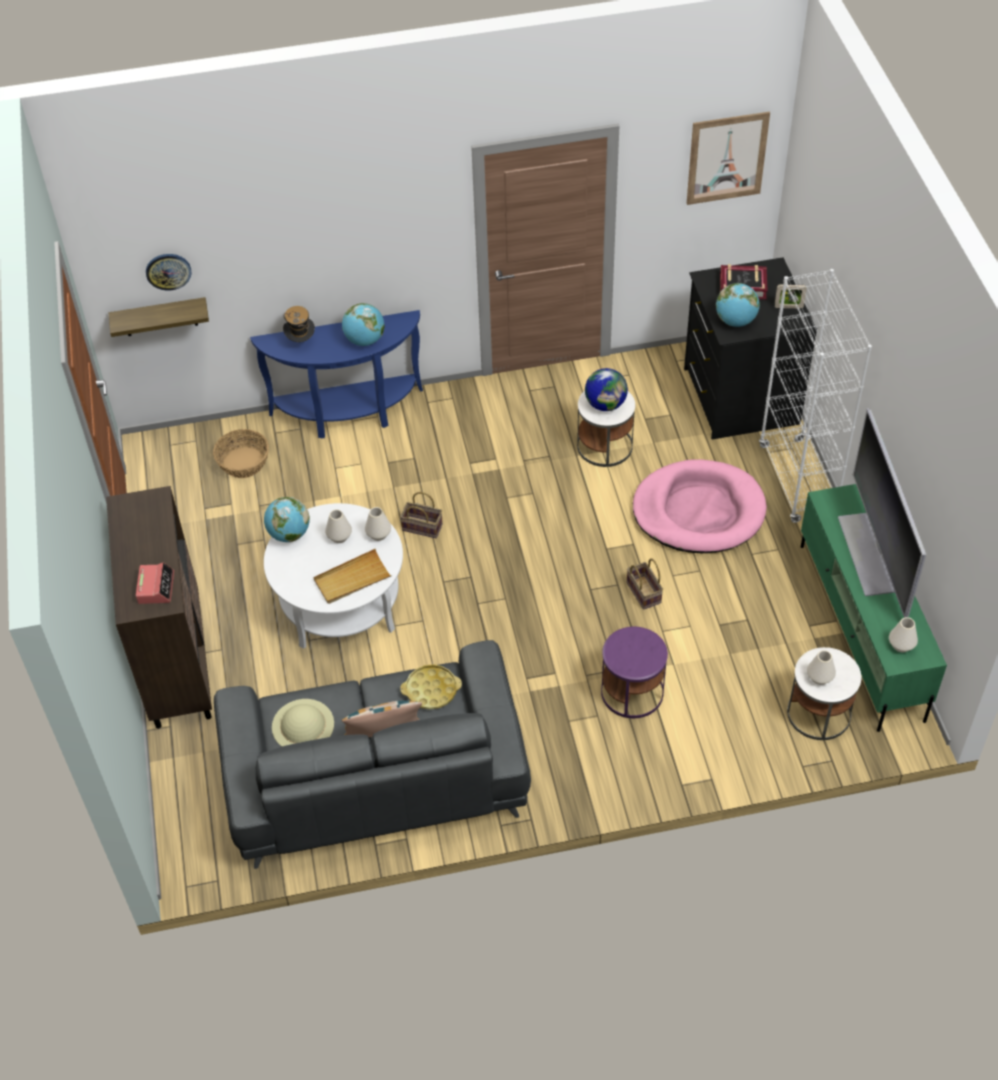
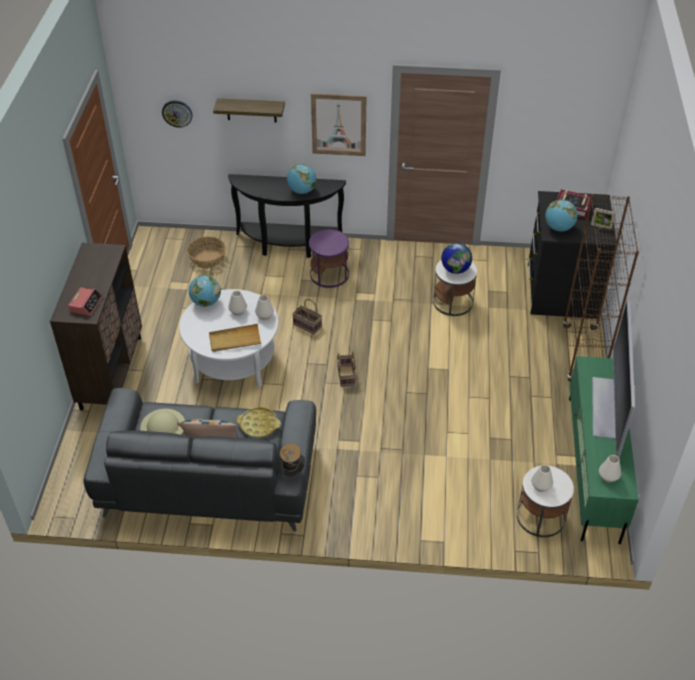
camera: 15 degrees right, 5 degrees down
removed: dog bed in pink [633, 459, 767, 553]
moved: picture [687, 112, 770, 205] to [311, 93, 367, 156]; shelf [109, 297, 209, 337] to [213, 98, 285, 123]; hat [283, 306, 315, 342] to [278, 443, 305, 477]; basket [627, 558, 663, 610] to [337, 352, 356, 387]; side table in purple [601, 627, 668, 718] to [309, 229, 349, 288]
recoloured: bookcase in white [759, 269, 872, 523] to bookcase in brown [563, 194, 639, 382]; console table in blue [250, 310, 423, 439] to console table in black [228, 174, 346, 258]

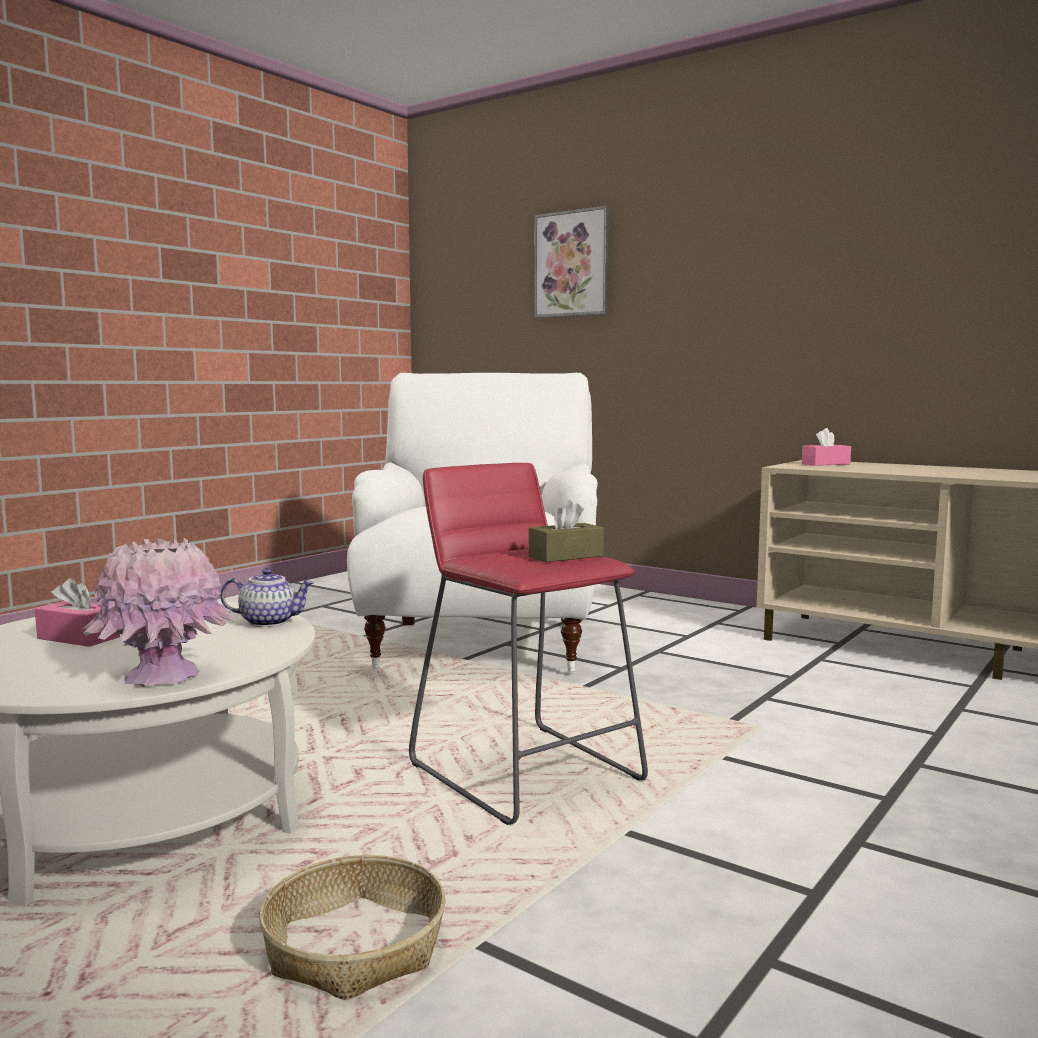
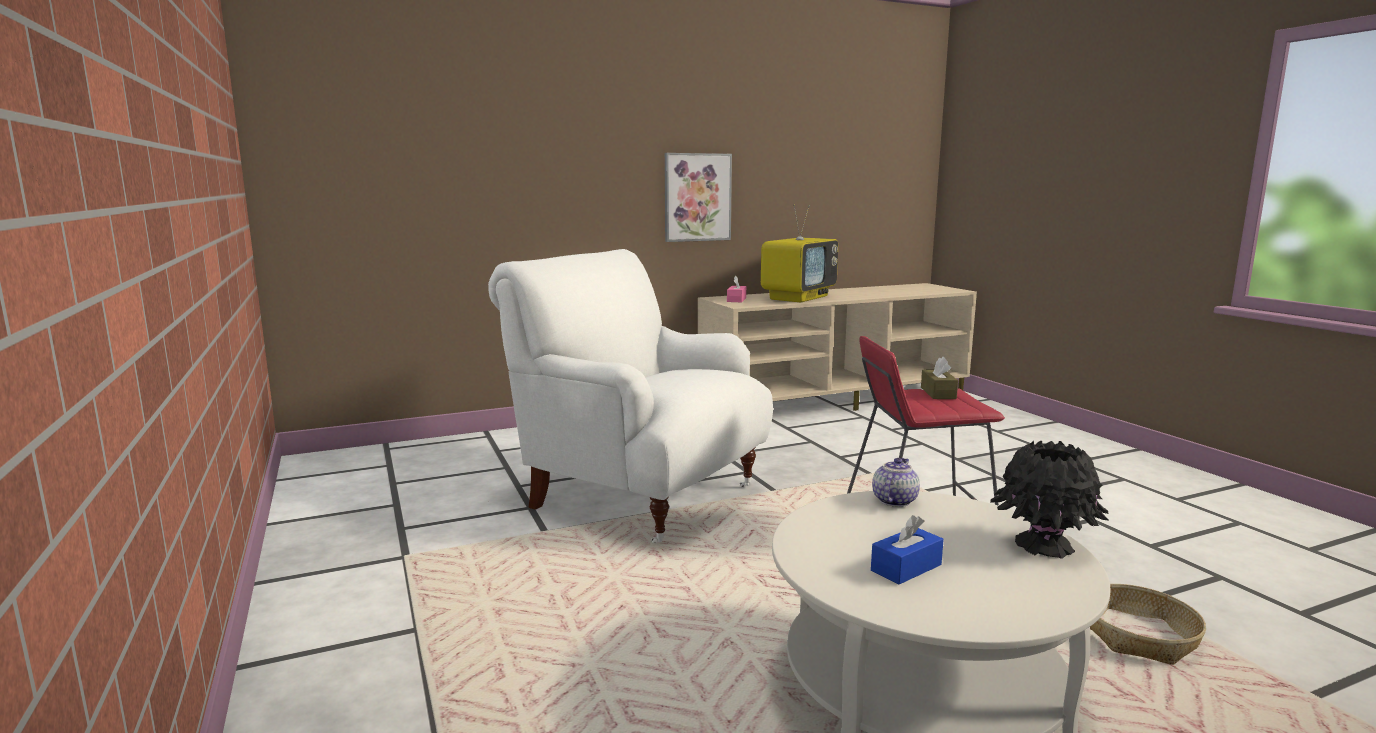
camera: 60 degrees left, 5 degrees up
added: television [761, 205, 838, 302]
moved: picture [535, 206, 609, 318] to [665, 153, 732, 242]
recoloured: vase in pink [83, 538, 235, 687] to vase in black [990, 440, 1109, 559]; tissue box in pink [35, 578, 120, 647] to tissue box in blue [871, 515, 944, 584]

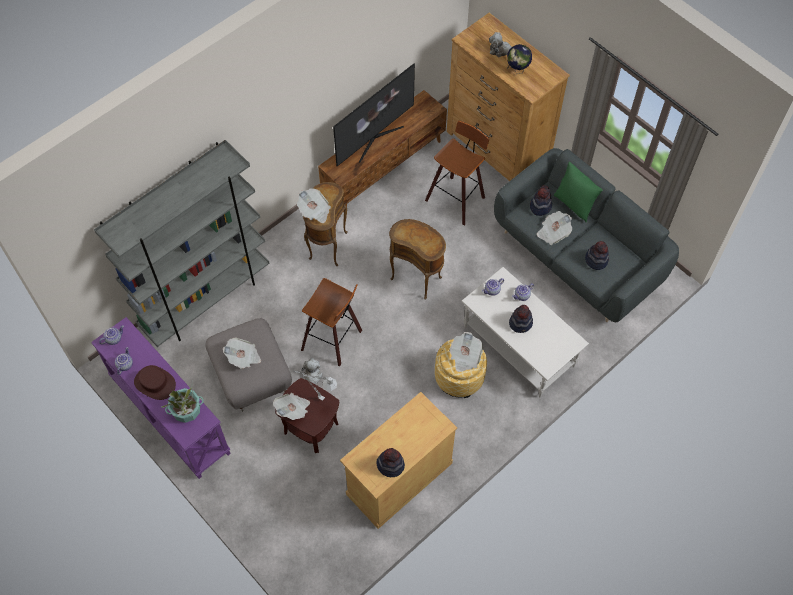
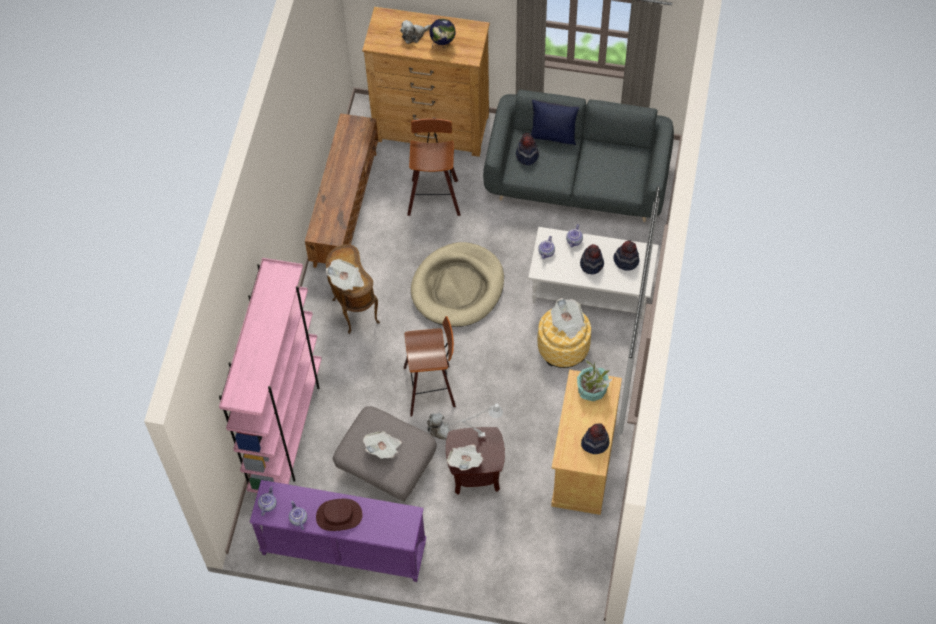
camera: 35 degrees left, 0 degrees up
removed: television [333, 64, 415, 166]; newspaper [537, 211, 572, 245]
moved: hat [585, 241, 609, 270] to [613, 240, 639, 271]; potted plant [161, 387, 204, 423] to [577, 359, 613, 401]
replaced: side table in brown [389, 219, 446, 300] to dog bed in beige [411, 242, 504, 327]
recoloured: bookcase in grey [94, 140, 270, 347] to bookcase in pink [219, 258, 322, 493]; pillow in green [554, 162, 603, 222] to pillow in blue [531, 100, 579, 145]

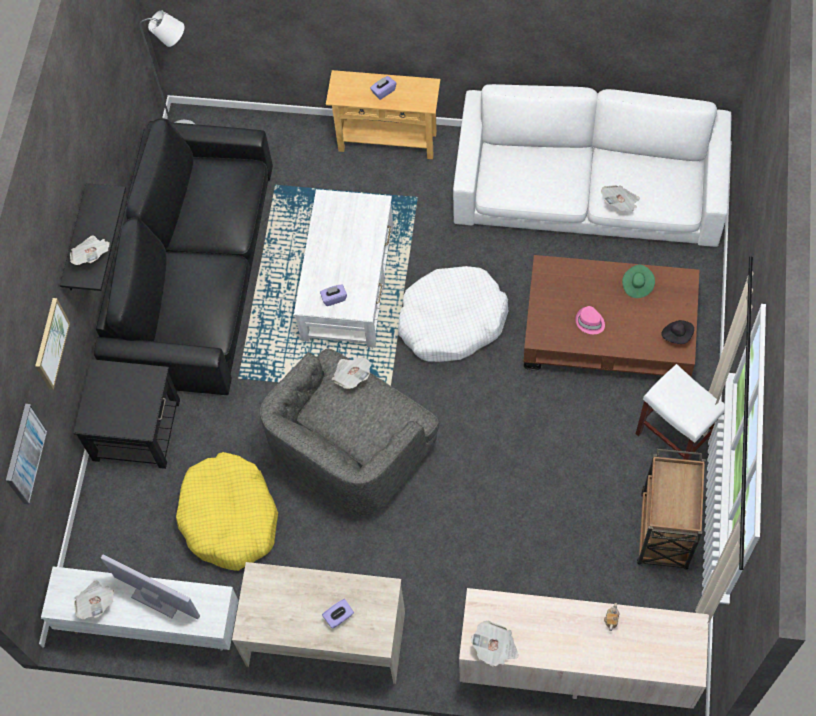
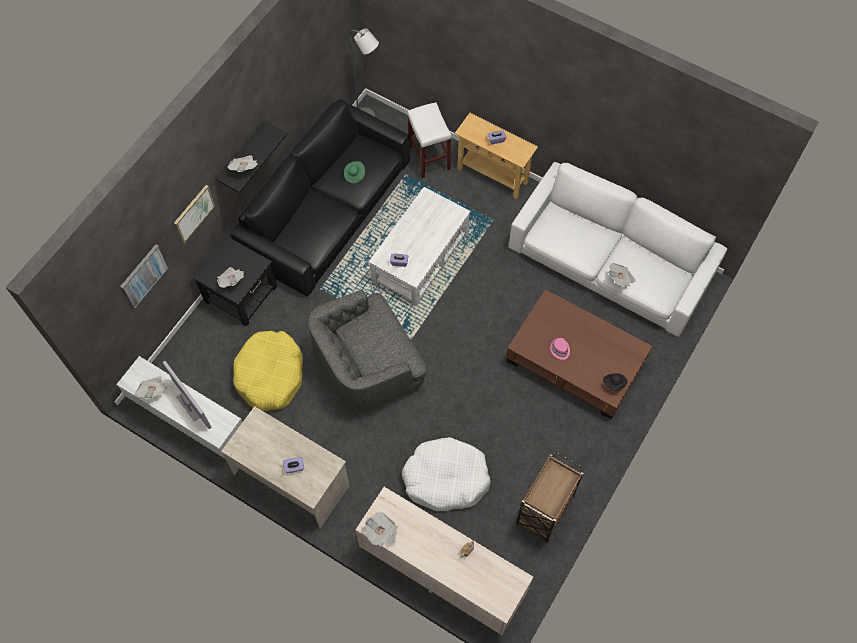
camera: 20 degrees right, 0 degrees up
moved: hat in green [622, 265, 655, 298] to [344, 161, 365, 183]; dog bed in white [398, 266, 508, 362] to [402, 437, 491, 511]; newspaper [332, 357, 372, 389] to [217, 267, 244, 288]; stool in white [636, 364, 725, 460] to [407, 102, 452, 178]

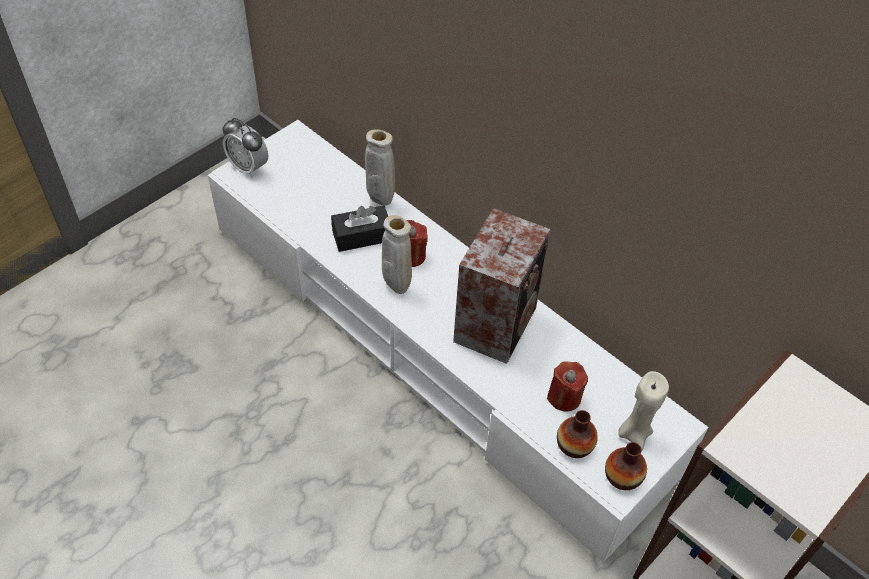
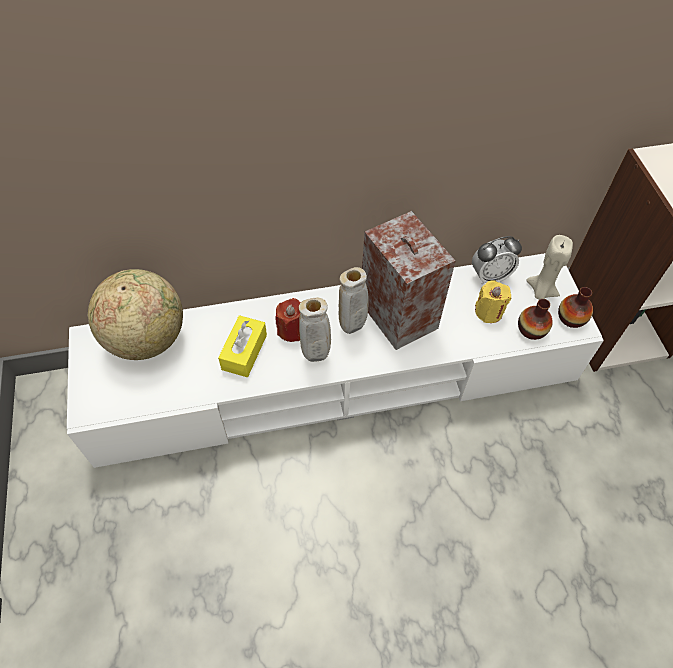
camera: 55 degrees left, 5 degrees up
added: globe [88, 269, 183, 360]
moved: alarm clock [222, 118, 268, 178] to [472, 236, 522, 285]; vase in beige [365, 129, 395, 206] to [339, 267, 369, 334]
recoloured: tissue box in black [331, 205, 388, 252] to tissue box in yellow [218, 315, 267, 377]; candle in red [547, 361, 588, 412] to candle in yellow [475, 280, 511, 323]

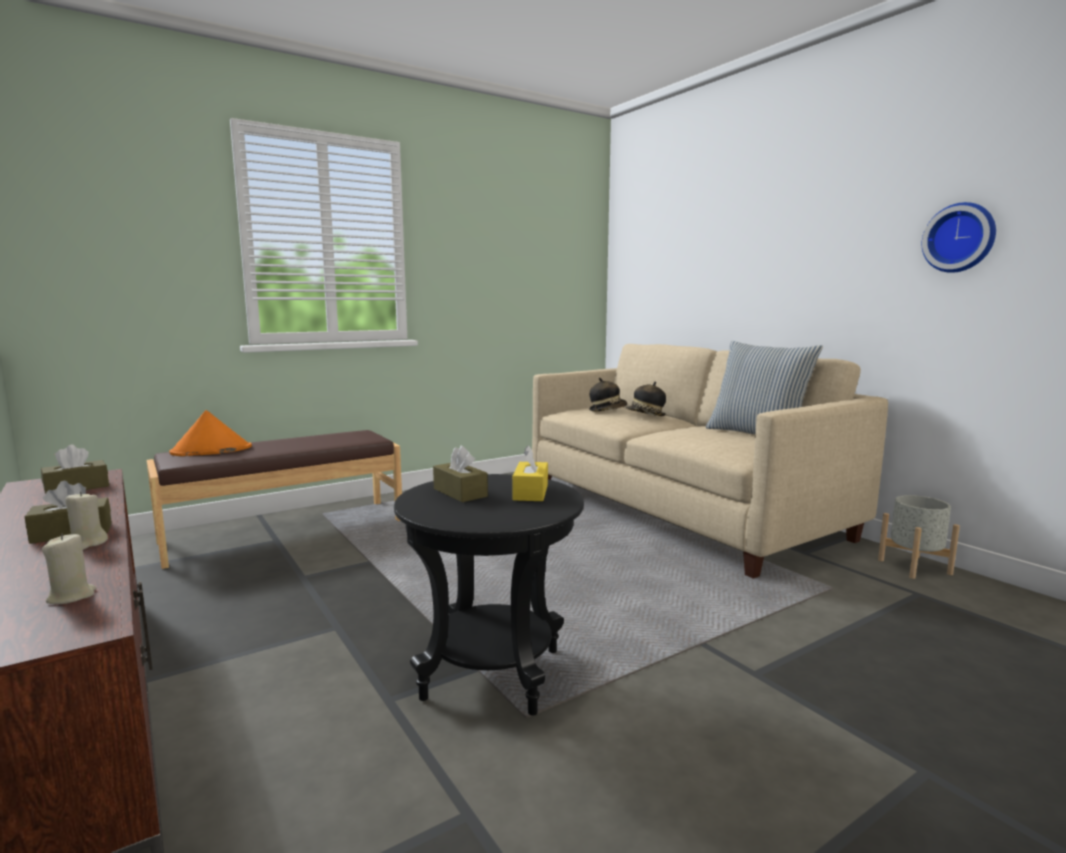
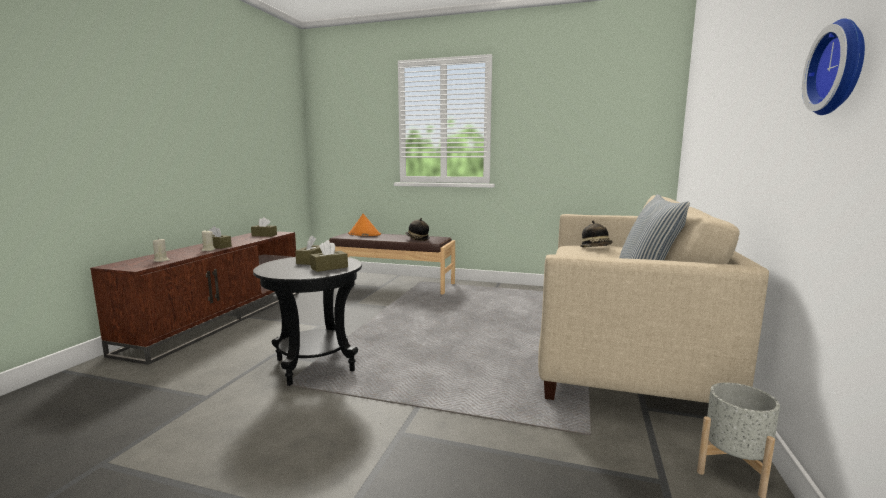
camera: 50 degrees right, 0 degrees up
moved: hat [626, 381, 666, 416] to [405, 218, 430, 241]
recoloured: tissue box in yellow [512, 445, 548, 501] to tissue box in brown [310, 240, 348, 272]

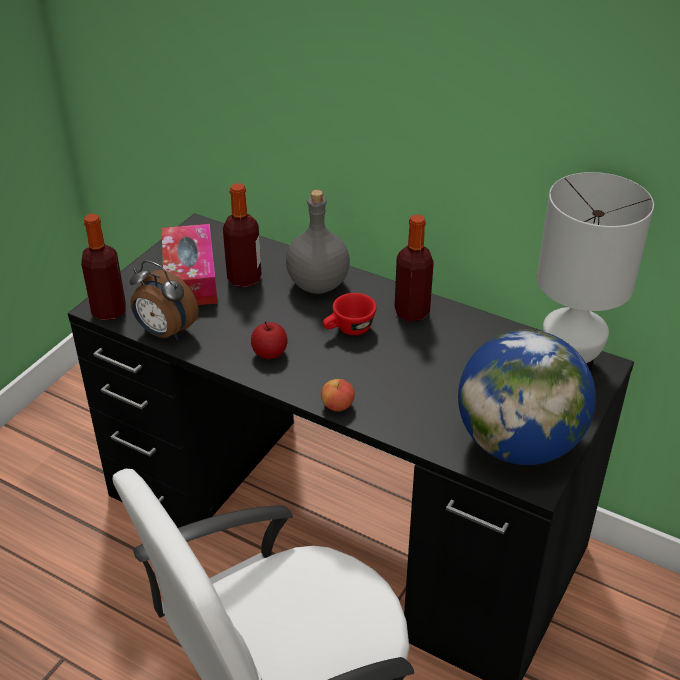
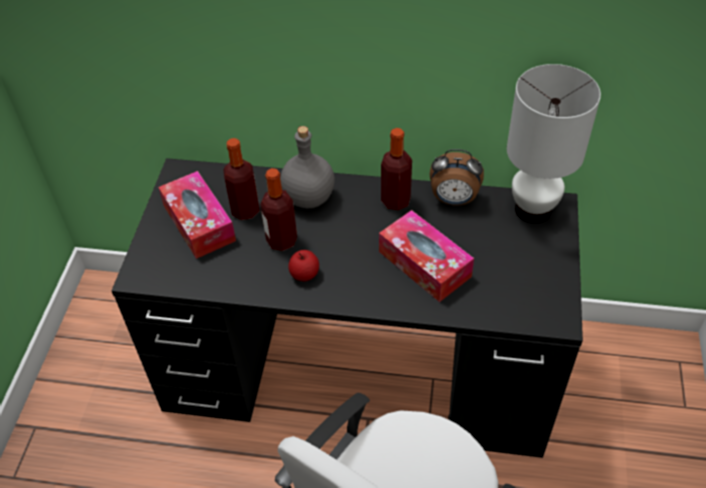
camera: 20 degrees left, 10 degrees up
removed: cup in red [323, 293, 377, 335]; globe [458, 330, 596, 465]; apple [321, 379, 355, 411]
added: tissue box [379, 210, 474, 302]
moved: bottle [81, 214, 126, 321] to [260, 168, 297, 251]; alarm clock [129, 260, 198, 340] to [430, 149, 484, 205]

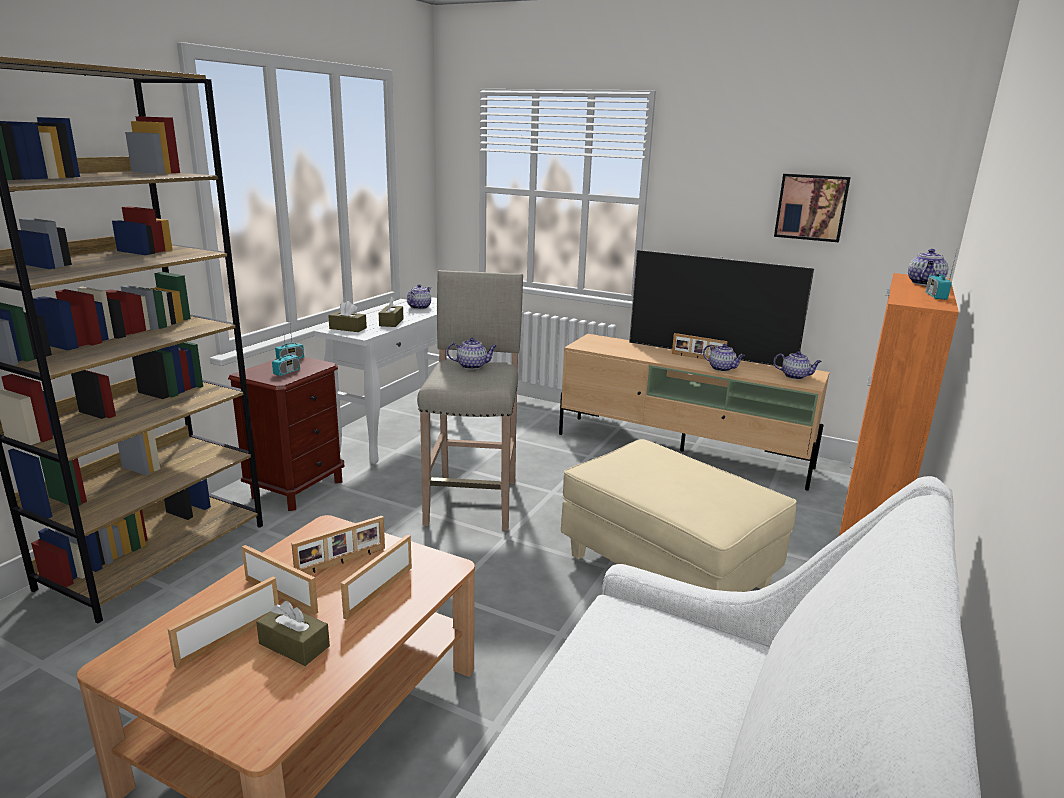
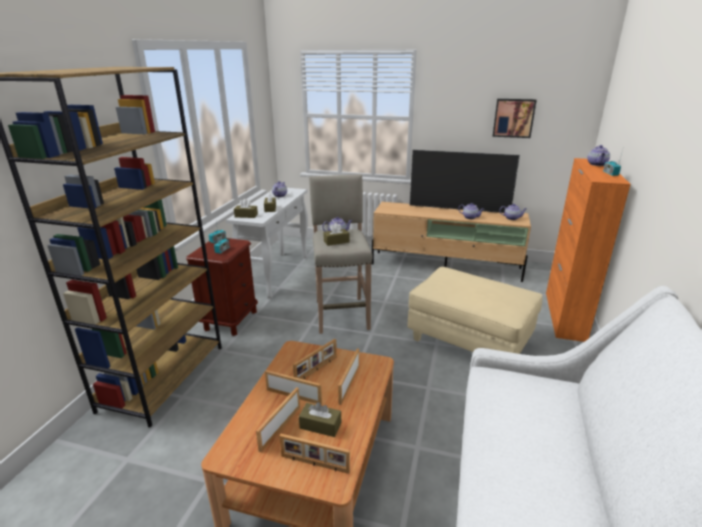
camera: 10 degrees left, 5 degrees up
added: tissue box in brown [323, 223, 350, 246]
moved: picture frame [672, 333, 728, 360] to [279, 434, 350, 474]

